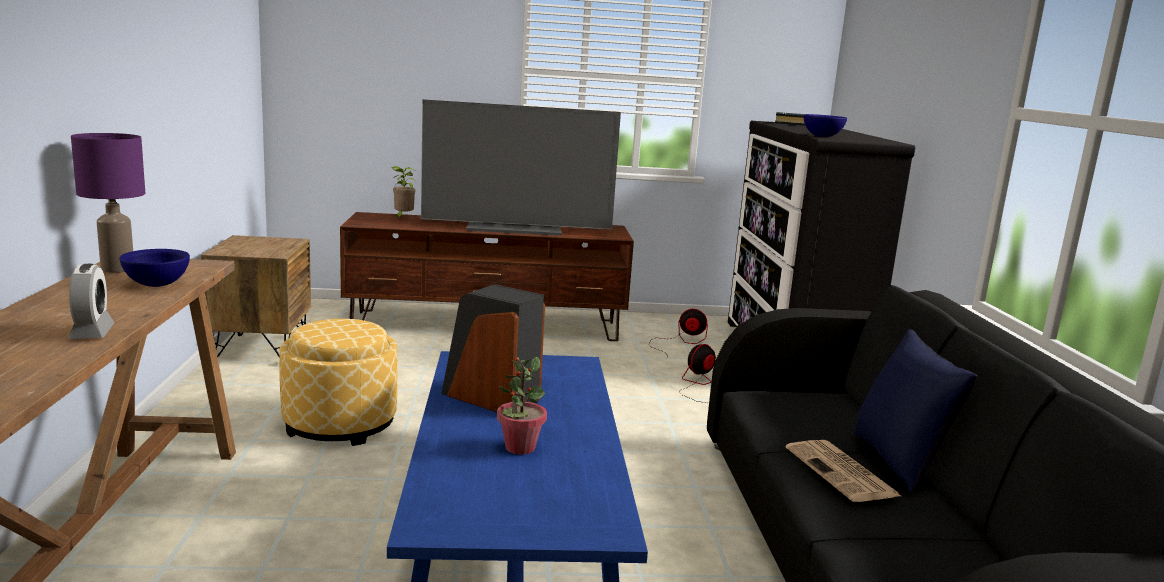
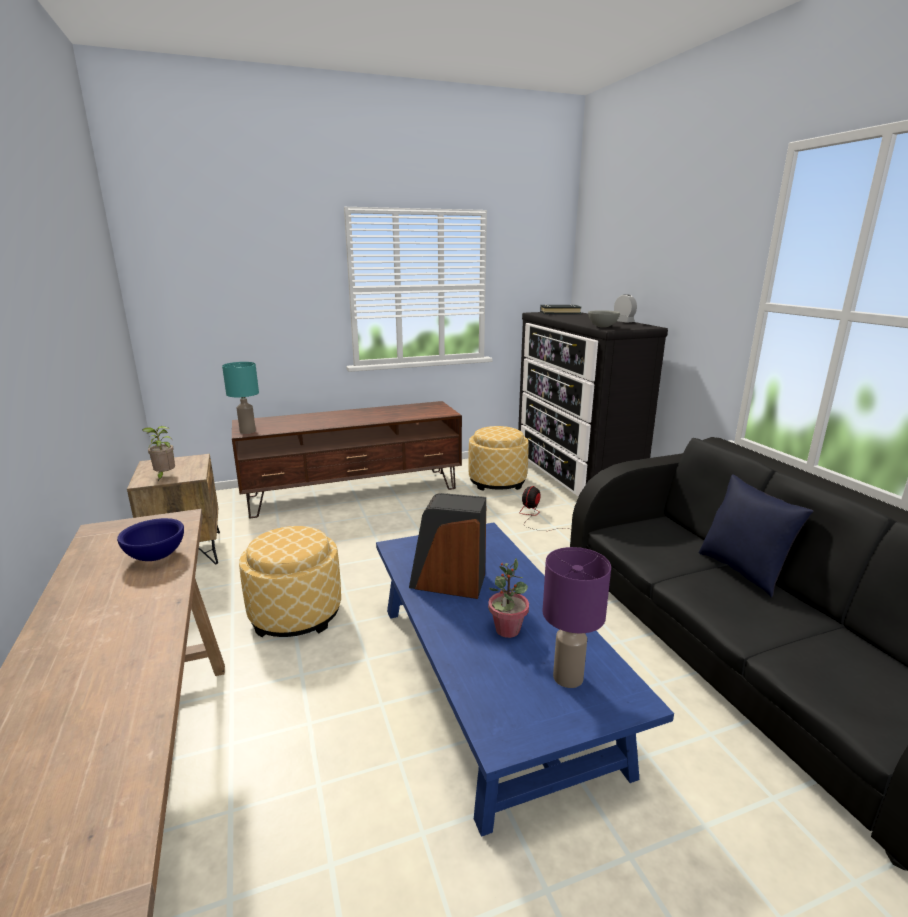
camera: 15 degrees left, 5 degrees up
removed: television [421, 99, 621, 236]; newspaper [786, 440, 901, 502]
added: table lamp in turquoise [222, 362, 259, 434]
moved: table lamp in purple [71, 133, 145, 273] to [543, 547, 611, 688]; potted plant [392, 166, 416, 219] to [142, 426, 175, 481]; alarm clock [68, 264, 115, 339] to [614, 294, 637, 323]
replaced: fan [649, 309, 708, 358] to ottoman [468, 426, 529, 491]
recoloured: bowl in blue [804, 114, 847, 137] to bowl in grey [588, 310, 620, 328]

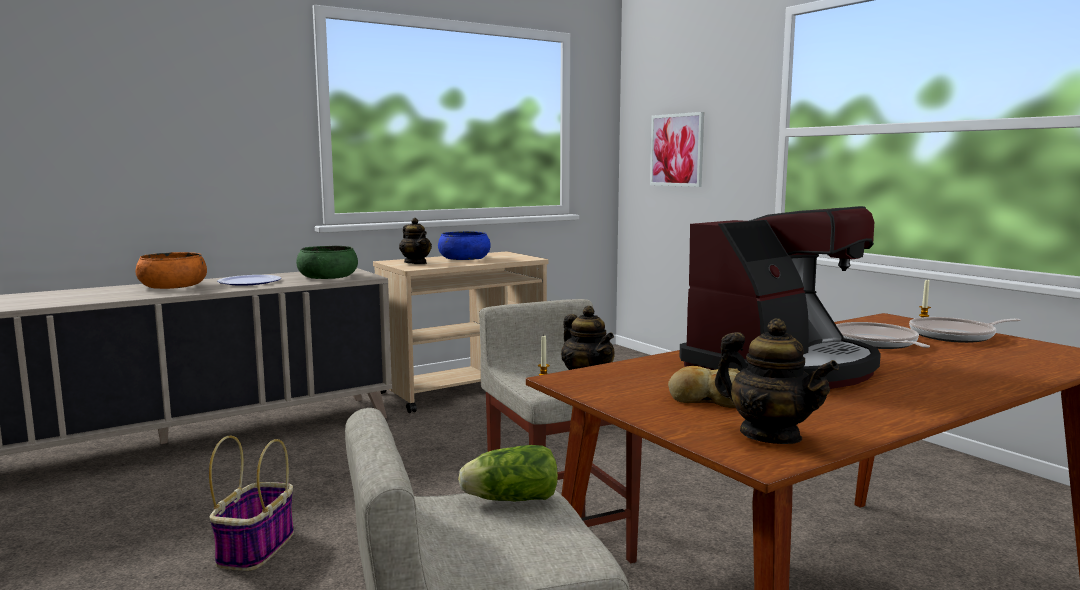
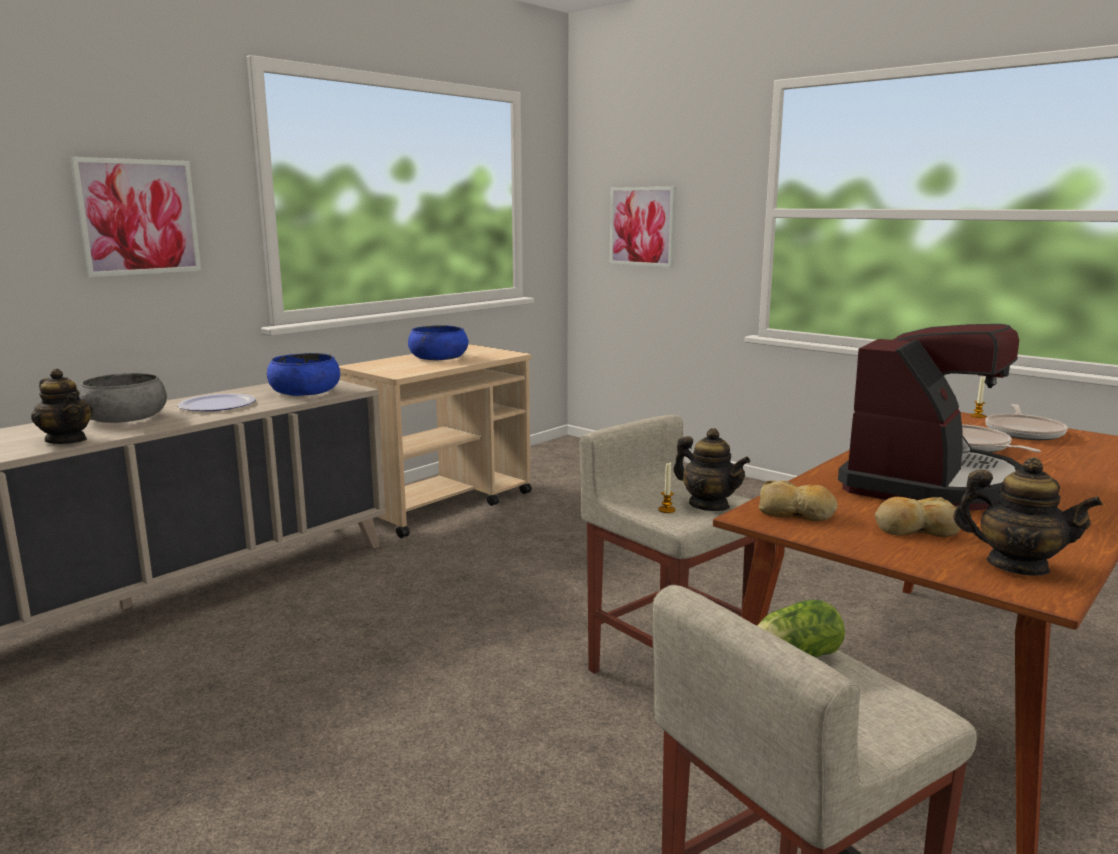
camera: 15 degrees left, 5 degrees up
removed: basket [209, 436, 294, 571]
added: picture [70, 157, 201, 277]; bread [759, 480, 838, 521]
moved: teapot [399, 218, 432, 264] to [31, 369, 93, 444]
recoloured: bowl in green [296, 246, 358, 279] to bowl in blue [267, 353, 340, 396]; bowl in orange [135, 252, 207, 289] to bowl in grey [79, 373, 167, 423]
turned: frying pan [909, 317, 1021, 343] = [985, 404, 1068, 440] 45 degrees counterclockwise

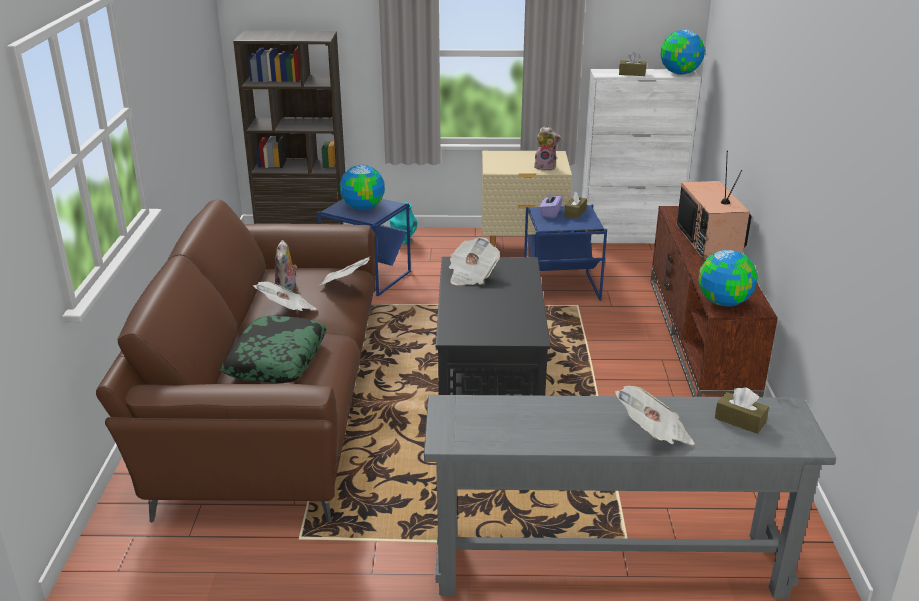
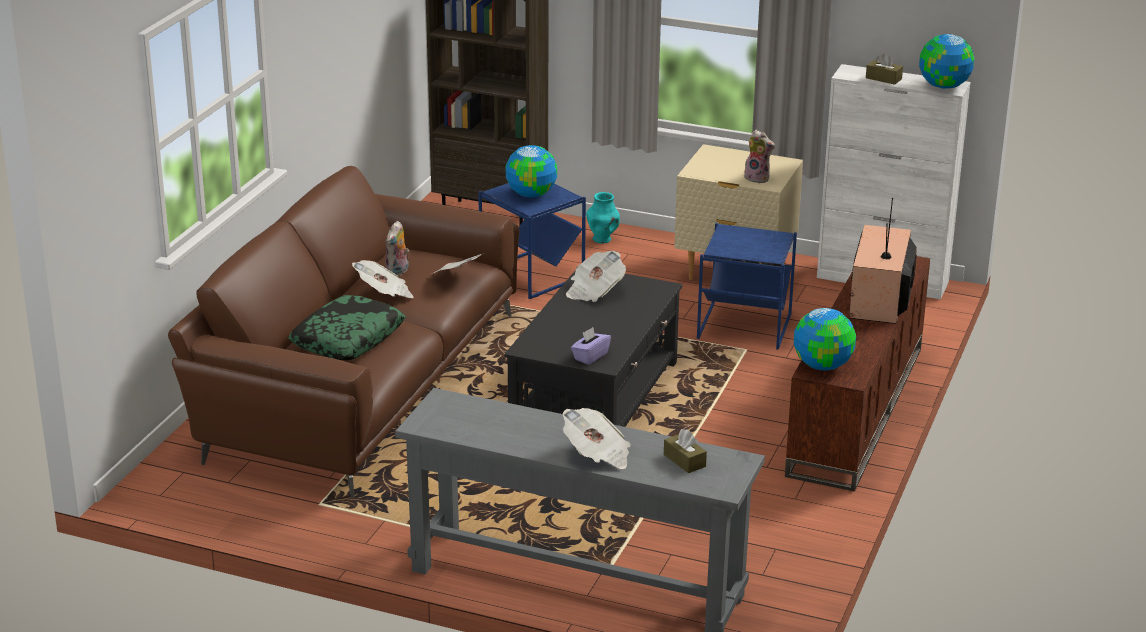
camera: 20 degrees right, 0 degrees up
removed: tissue box in brown [564, 191, 587, 219]
moved: tissue box in purple [540, 191, 563, 218] to [571, 327, 611, 365]

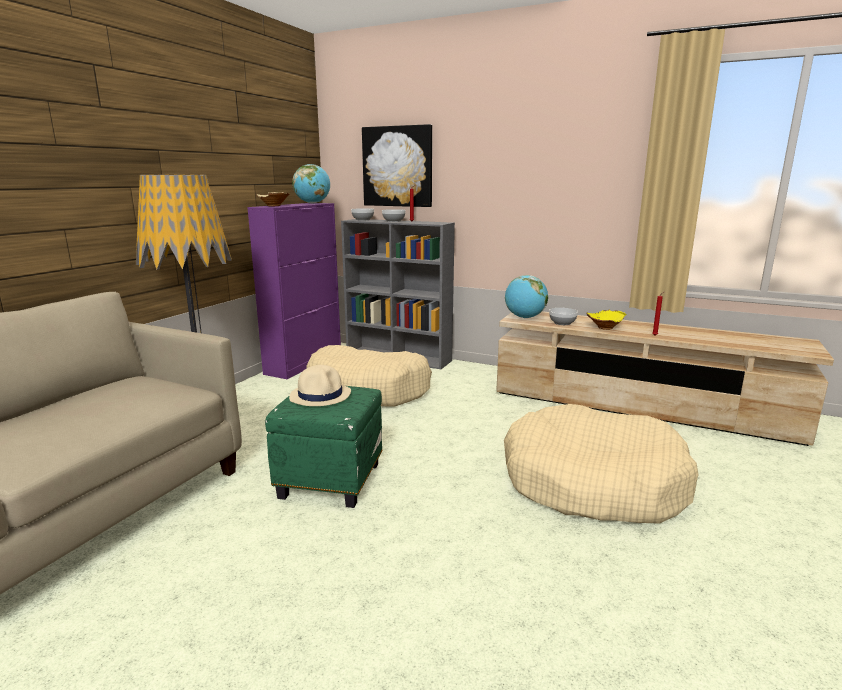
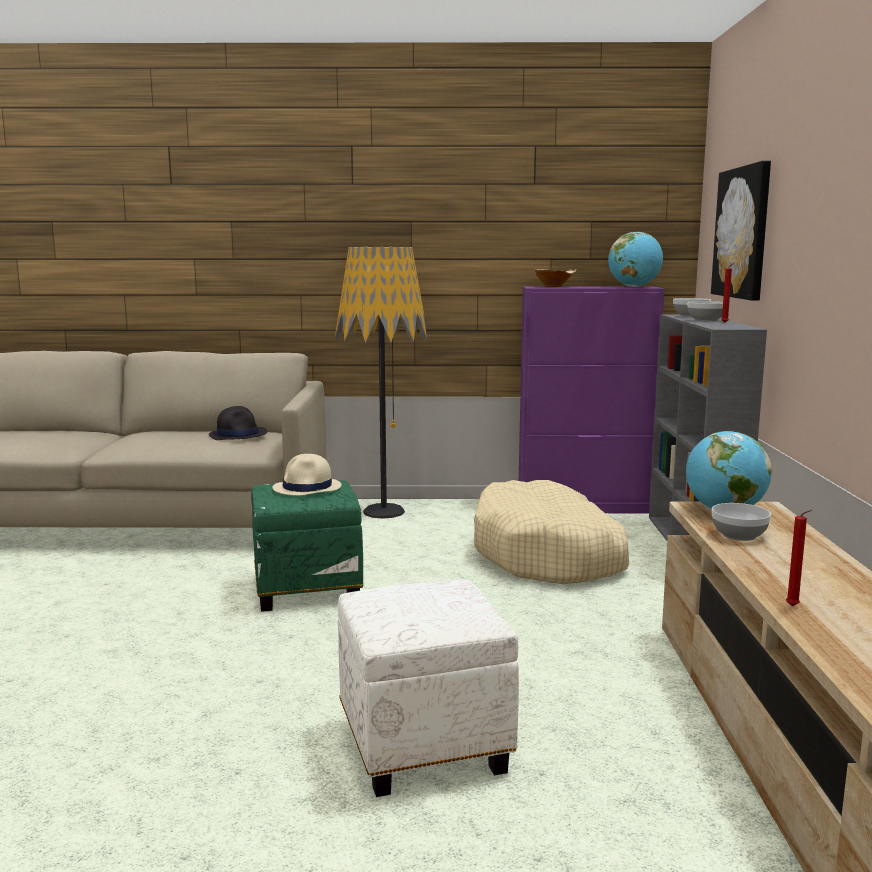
camera: 65 degrees right, 5 degrees down
removed: bowl in yellow [587, 310, 626, 330]
added: hat in black [209, 406, 267, 440]
replaced: dog bed in beige [504, 404, 699, 524] to ottoman in white [337, 580, 519, 797]

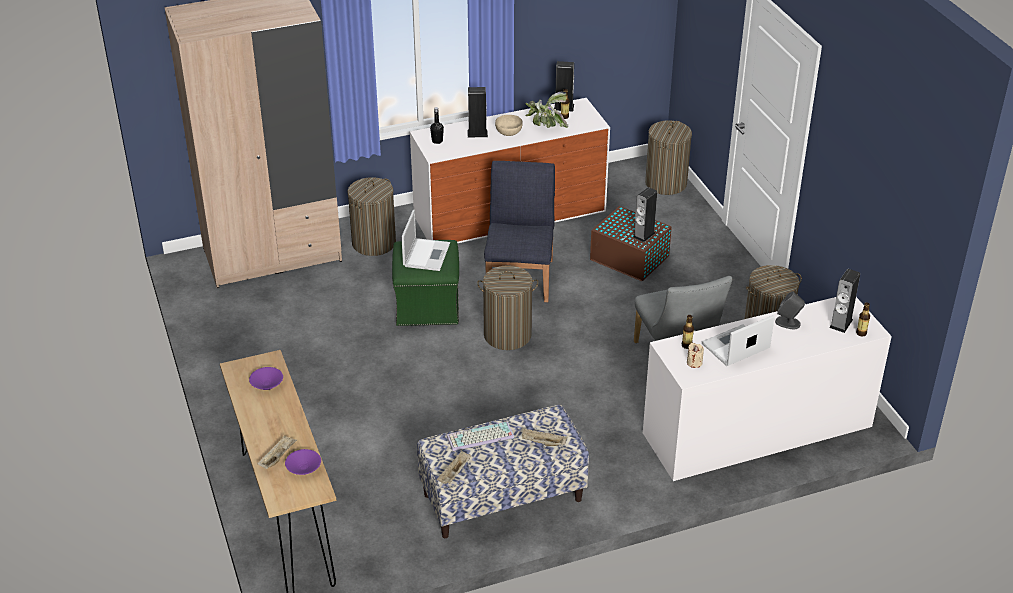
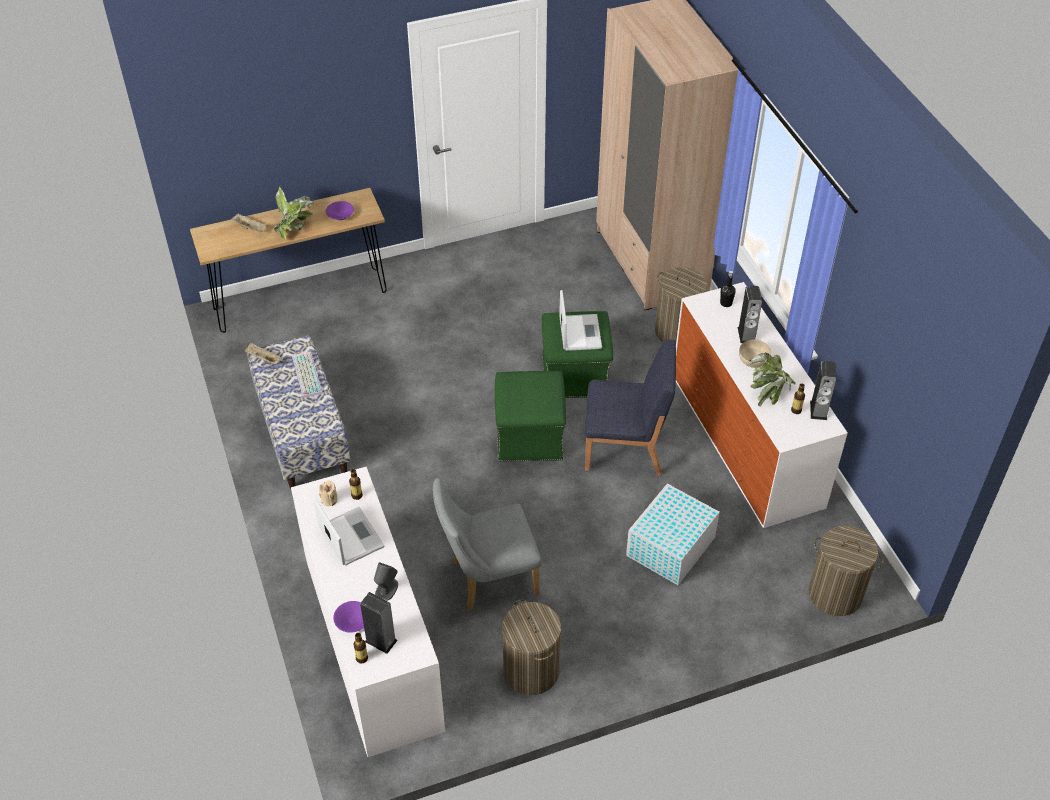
camera: 90 degrees right, 10 degrees up
removed: speaker [633, 187, 657, 242]; tray in beige [522, 429, 567, 446]
added: potted plant [274, 187, 314, 240]
moved: bowl in purple [285, 449, 321, 475] to [333, 601, 364, 633]
replaced: laundry basket [477, 265, 539, 350] to ottoman in green [495, 371, 566, 461]
recoloured: storage box in brown [590, 206, 672, 281] to storage box in white [626, 484, 720, 585]
turned: laptop [401, 210, 450, 271] = [559, 290, 602, 351] 105 degrees counterclockwise

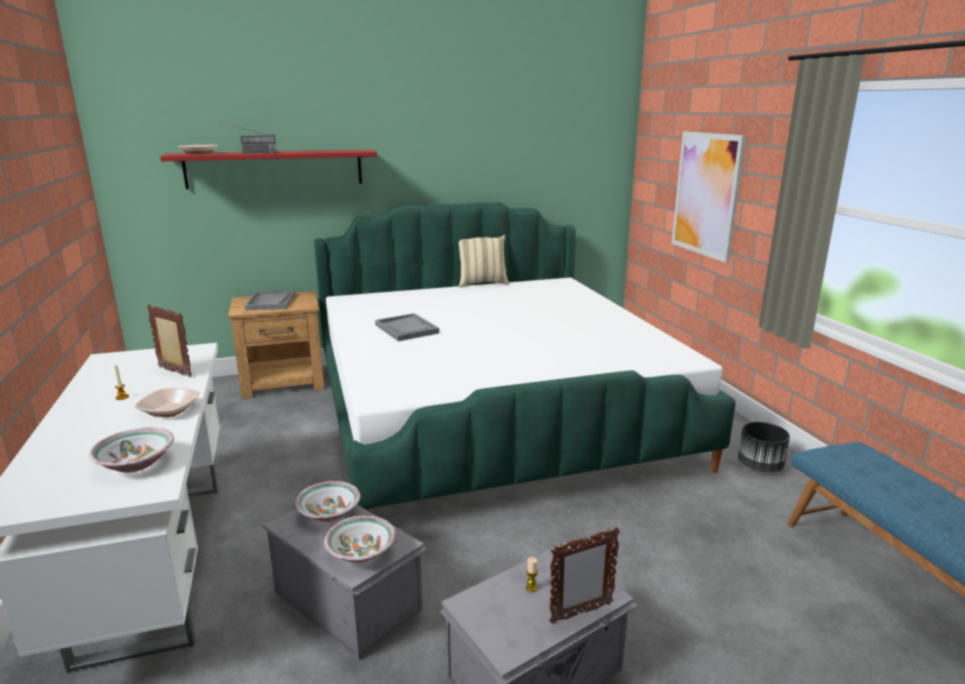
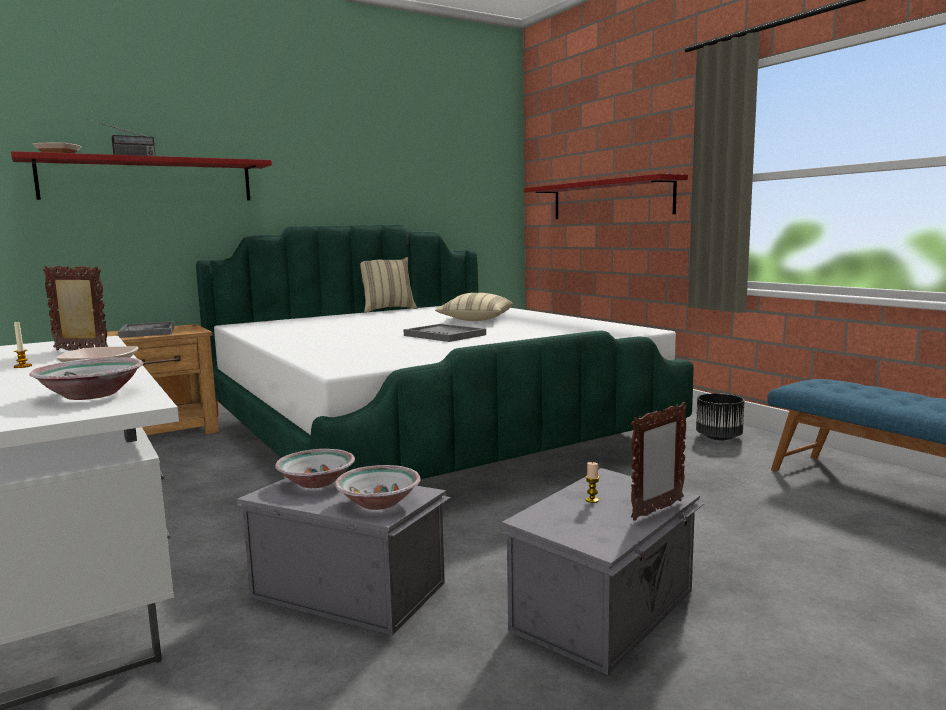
camera: 15 degrees left, 10 degrees down
added: pillow in beige [435, 293, 513, 321]
moved: tray in grey [375, 313, 439, 341] to [404, 324, 486, 342]
replaced: picture [671, 131, 746, 263] to shelf in red [524, 174, 688, 219]

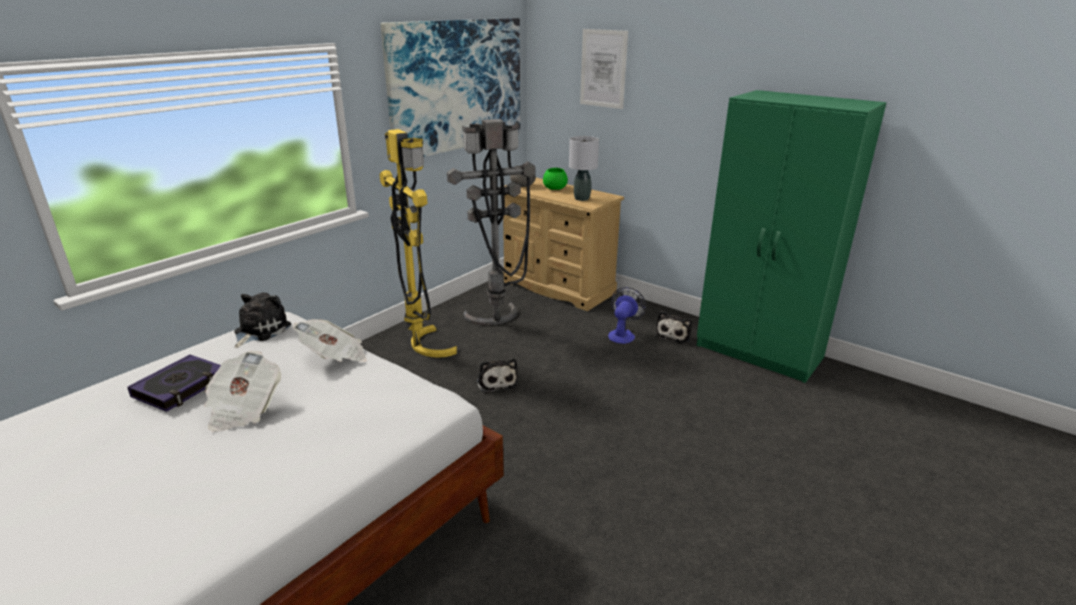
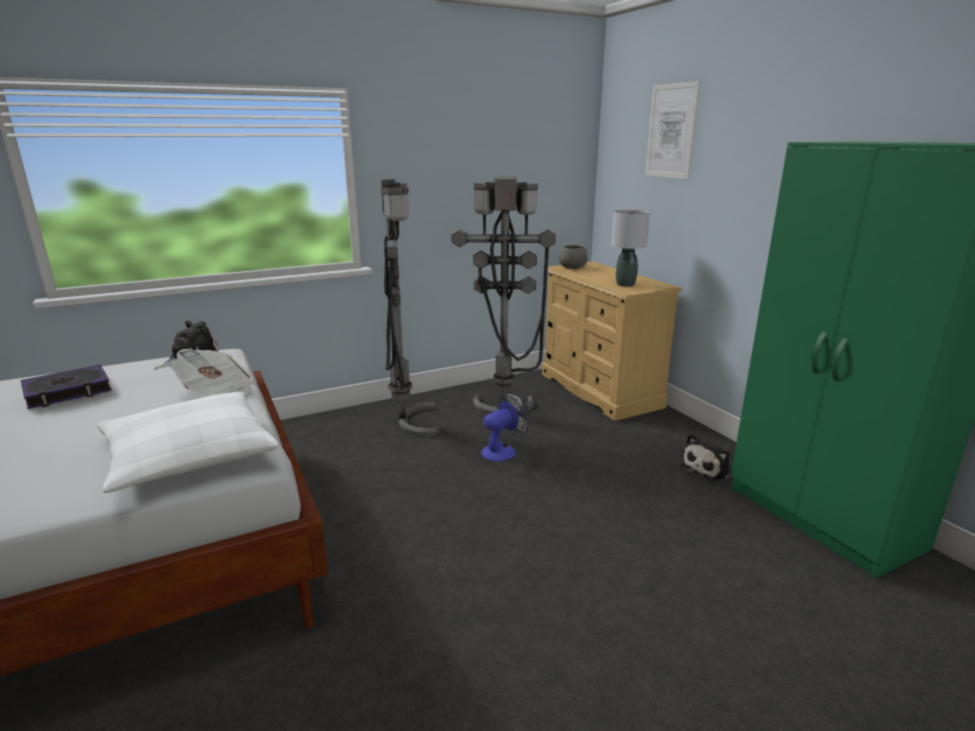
camera: 25 degrees right, 5 degrees down
removed: picture [381, 18, 520, 157]; bowl in green [543, 168, 568, 190]; newspaper [204, 351, 281, 432]; plush toy [477, 359, 518, 393]
added: pillow in white [97, 392, 279, 493]
moved: fan [608, 287, 646, 344] to [481, 391, 530, 461]
recoloured: floor lamp in yellow [380, 129, 457, 358] to floor lamp in grey [381, 178, 439, 436]

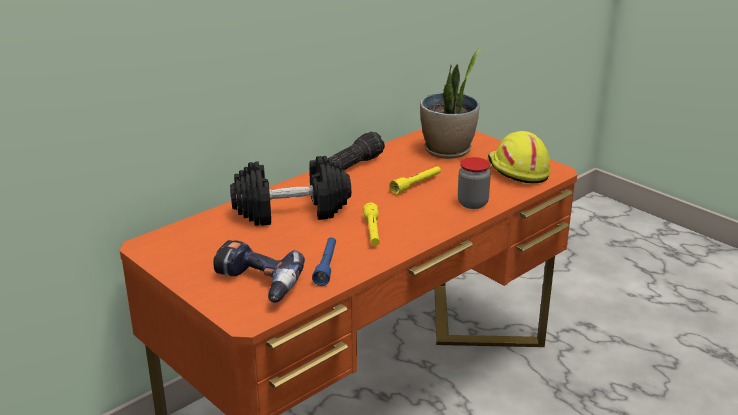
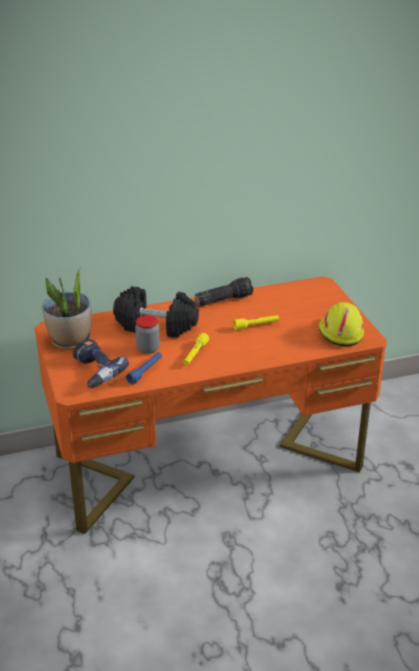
camera: 25 degrees right, 5 degrees up
moved: potted plant [420, 48, 481, 159] to [42, 268, 92, 350]; jar [458, 157, 491, 209] to [135, 315, 160, 354]

